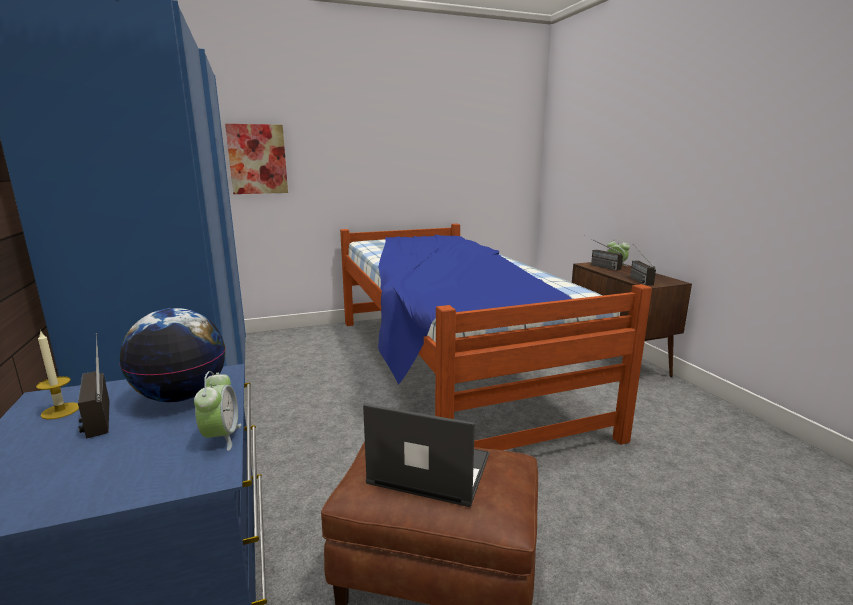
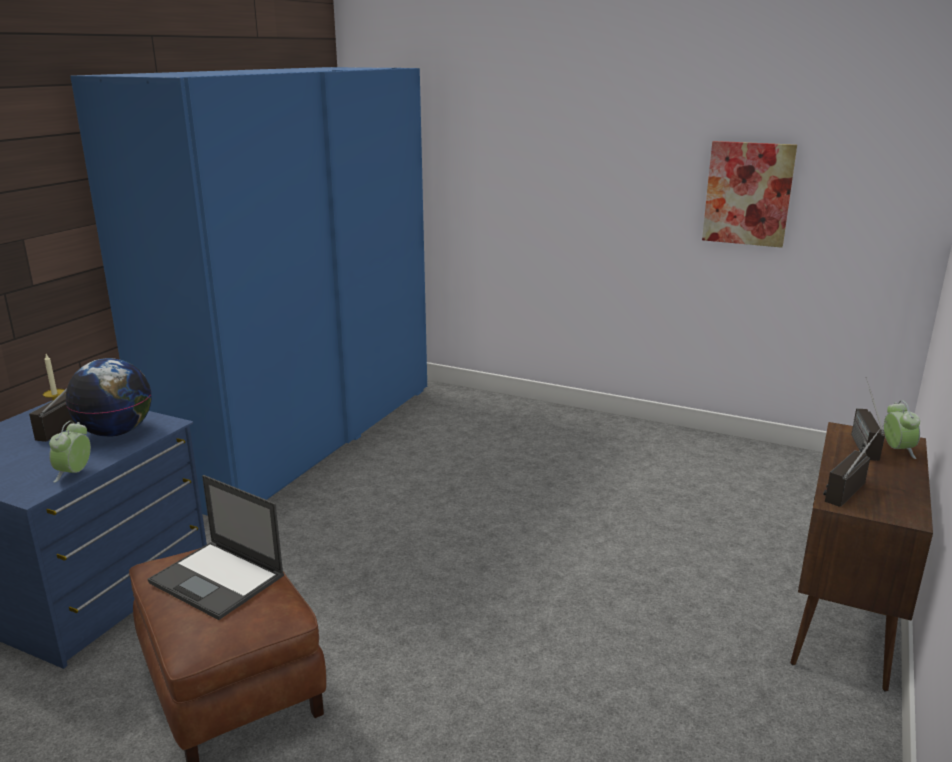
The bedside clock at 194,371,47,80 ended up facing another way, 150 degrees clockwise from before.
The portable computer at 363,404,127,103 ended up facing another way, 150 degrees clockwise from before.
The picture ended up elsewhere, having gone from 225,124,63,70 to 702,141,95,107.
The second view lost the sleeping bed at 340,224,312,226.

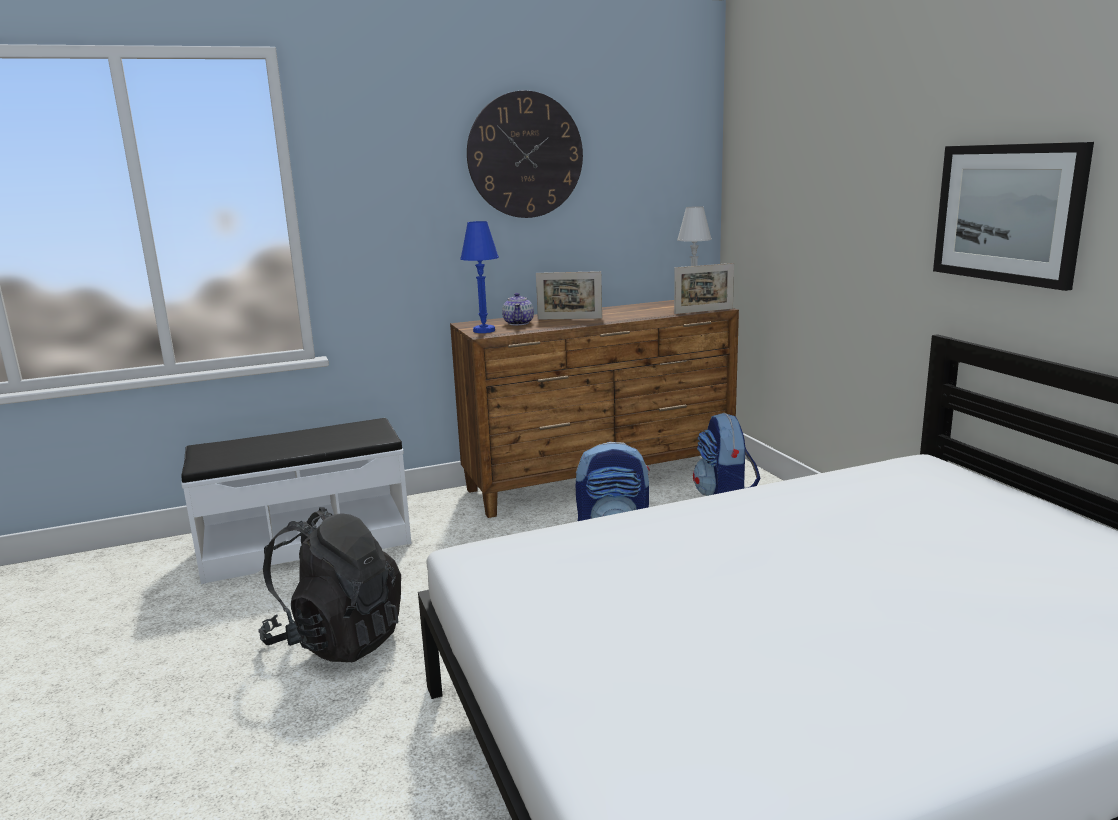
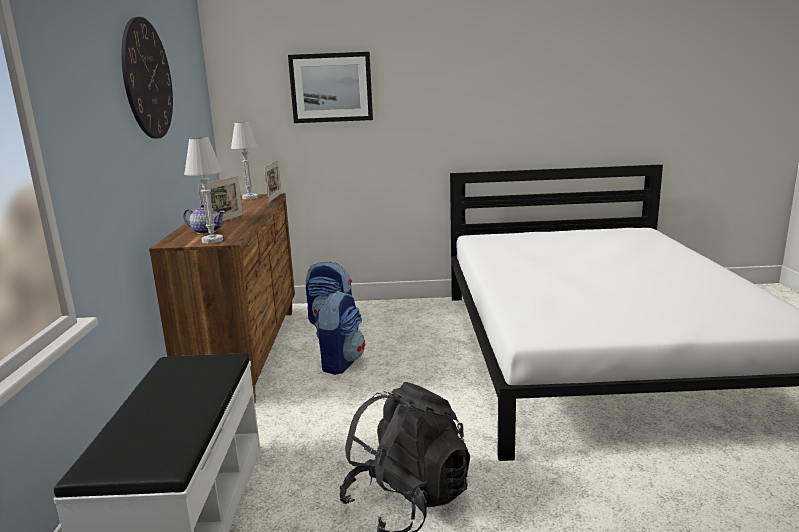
What was the bluish tabletop lamp at 460,221,39,112 turned into the whitish tabletop lamp at 184,137,39,106.
The picture ended up elsewhere, having gone from 933,142,161,149 to 288,52,85,71.

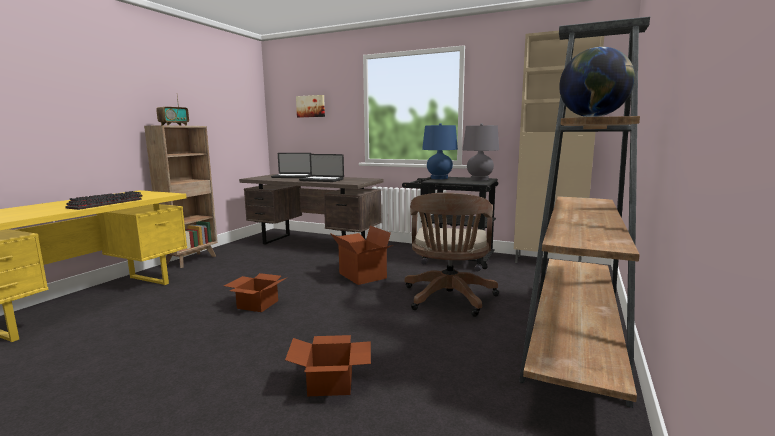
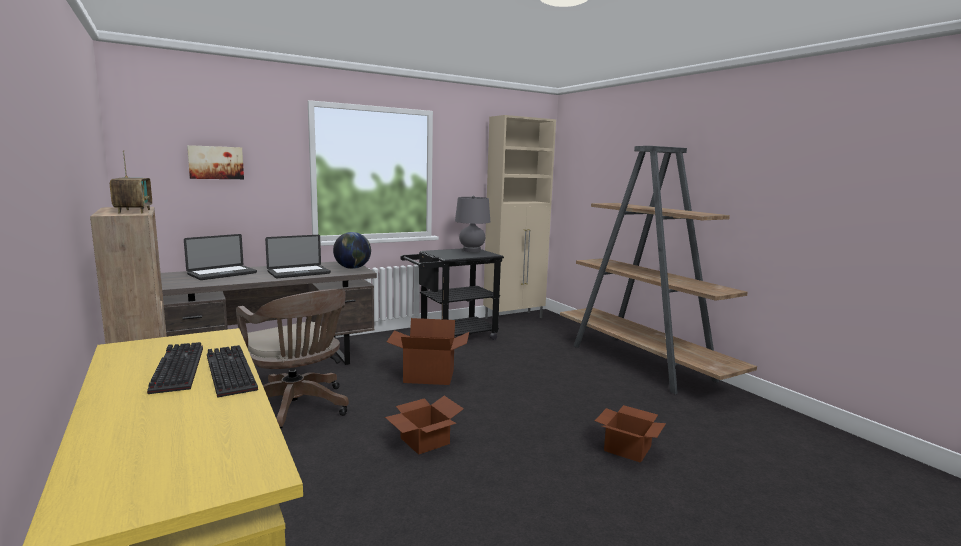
The brown office chair ended up elsewhere, having gone from 405,193,94,124 to 236,289,113,140.
The desk globe ended up elsewhere, having gone from 559,47,76,70 to 333,232,38,37.
The second view lost the bluish tabletop lamp at 422,123,36,56.

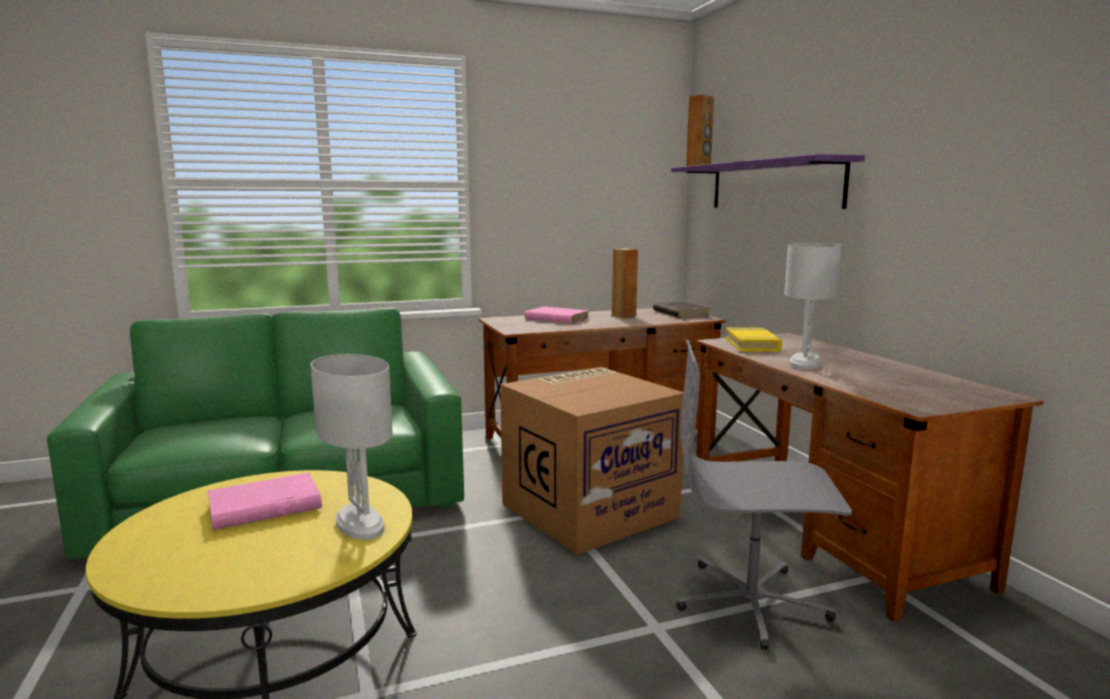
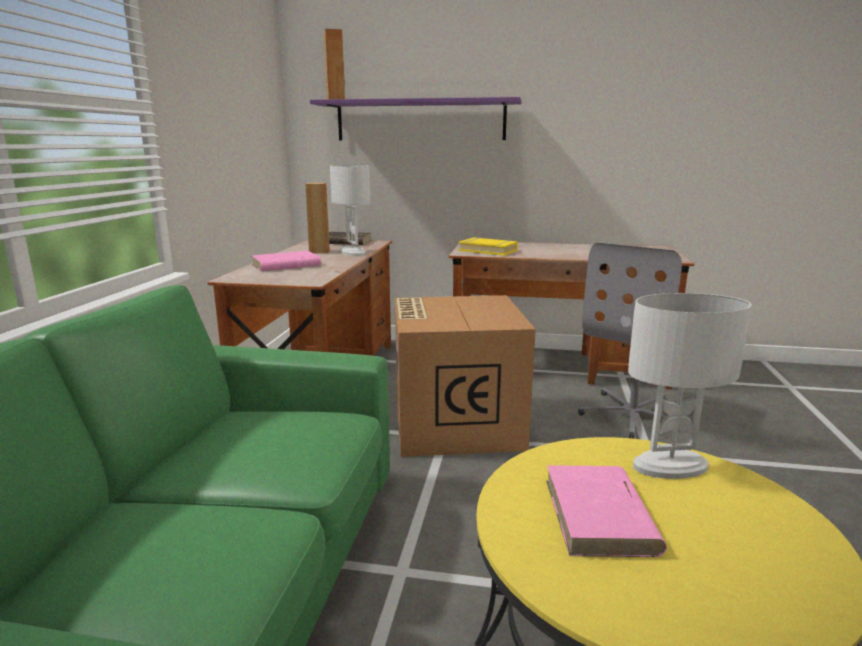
The whitish tabletop lamp ended up elsewhere, having gone from 785,243,56,126 to 330,165,40,91.

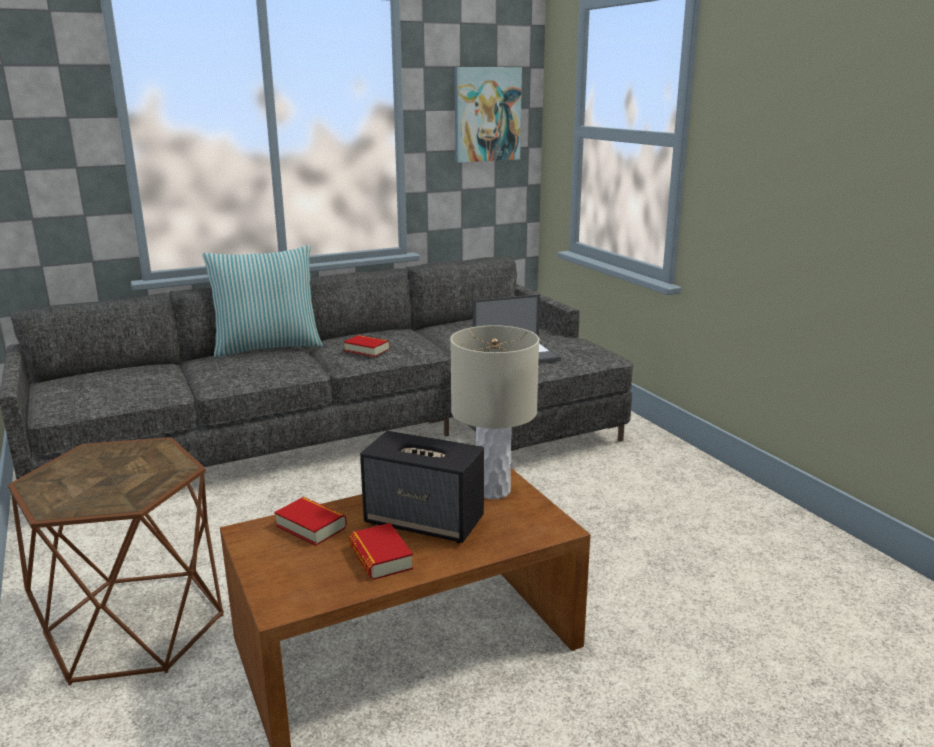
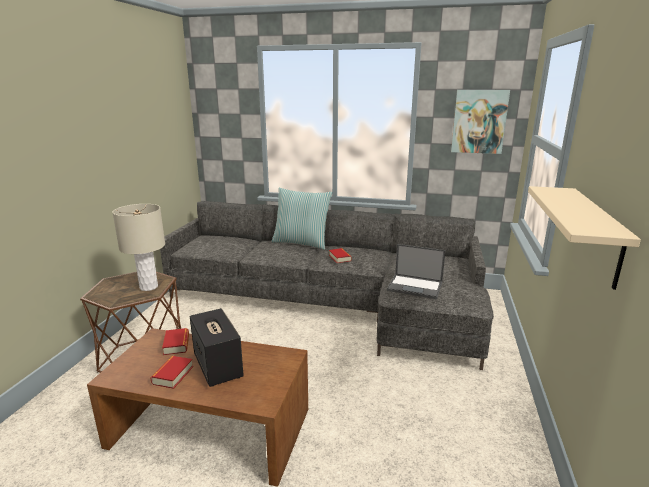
The beige-coloured tabletop lamp ended up elsewhere, having gone from 450,325,89,174 to 112,204,53,87.
The second view gained the beige-coloured shelf at 528,186,113,104.

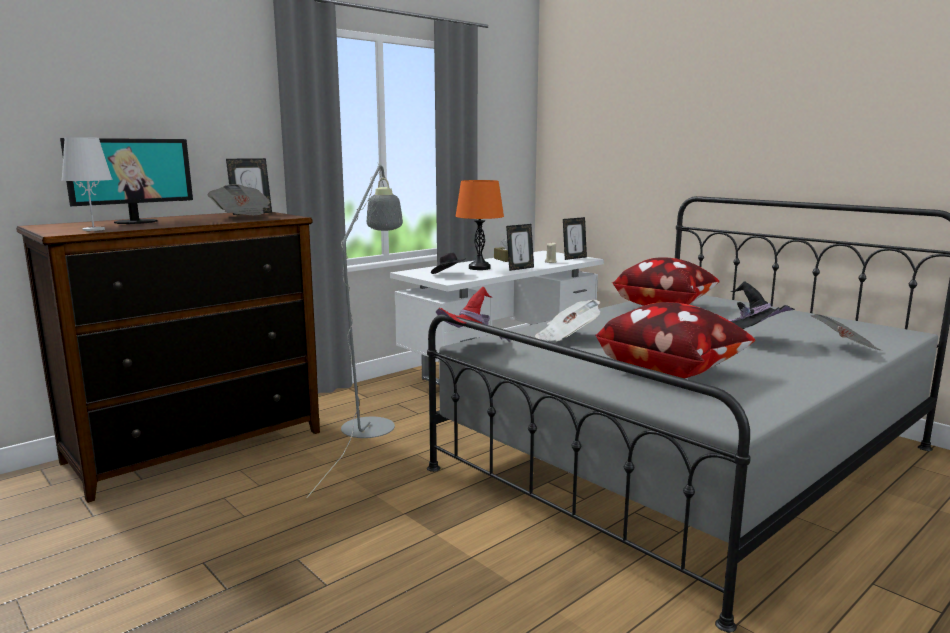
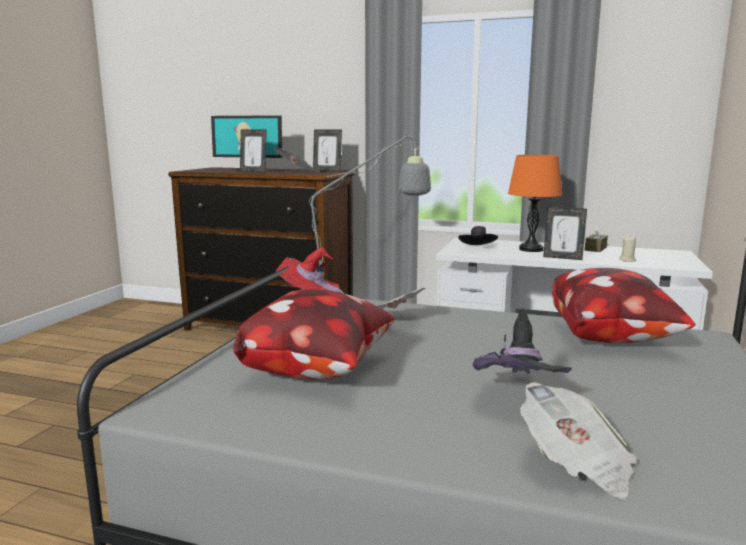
The picture frame ended up elsewhere, having gone from 563,217,24,43 to 240,129,27,44.
The second view lost the whitish tabletop lamp at 61,137,52,94.

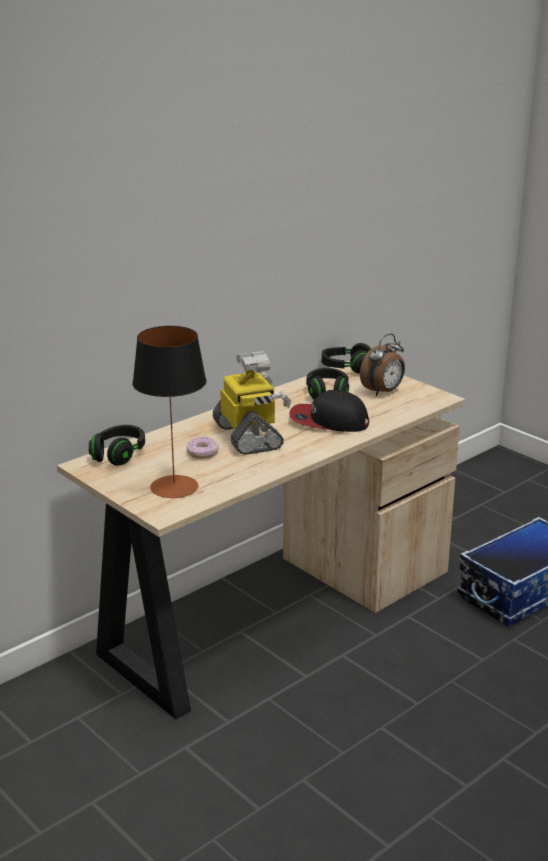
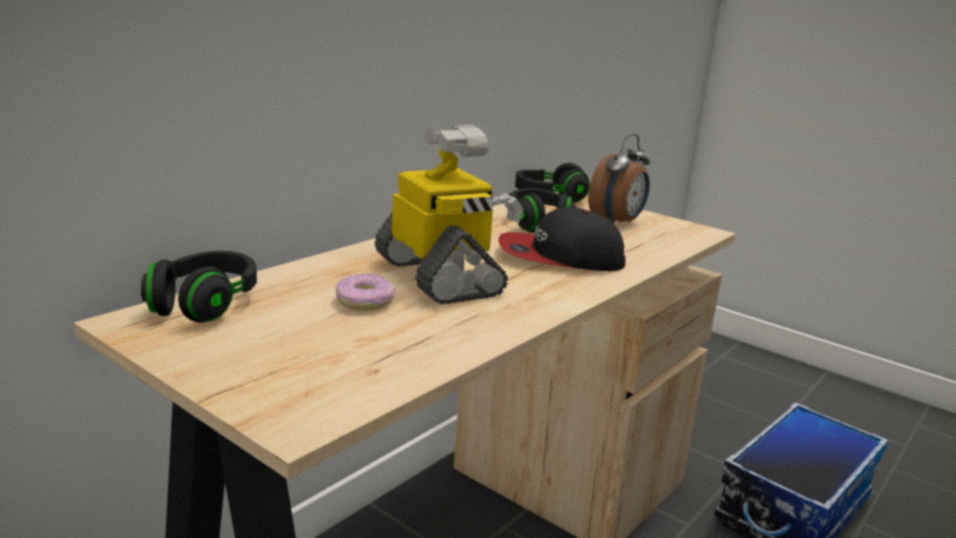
The second view lost the tabletop lamp at 132,326,75,172.

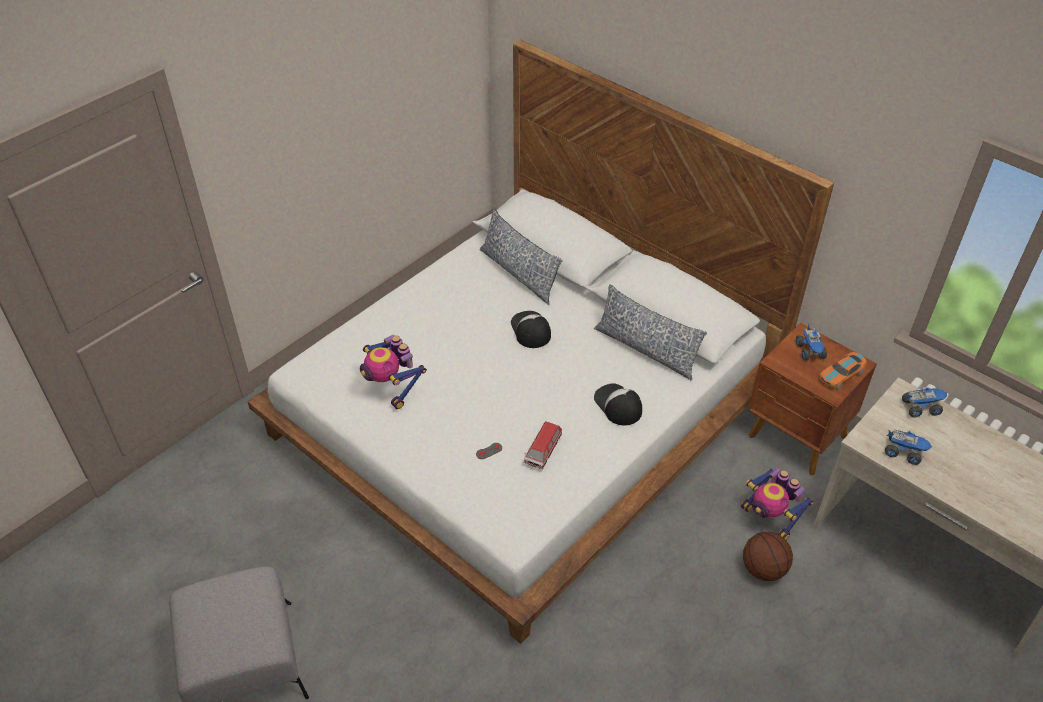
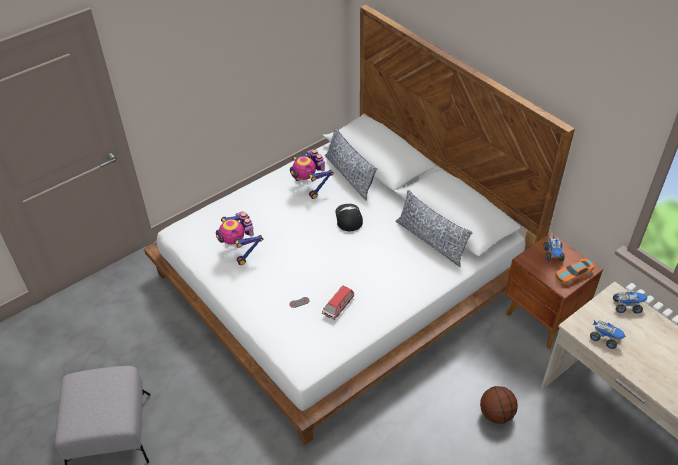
The model robot ended up elsewhere, having gone from 741,468,73,72 to 290,149,44,50.
The second view lost the cap at 594,383,48,42.

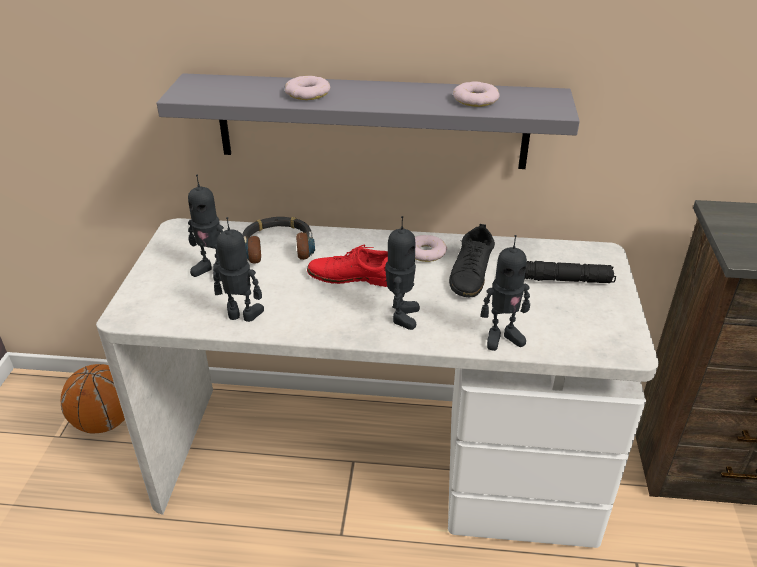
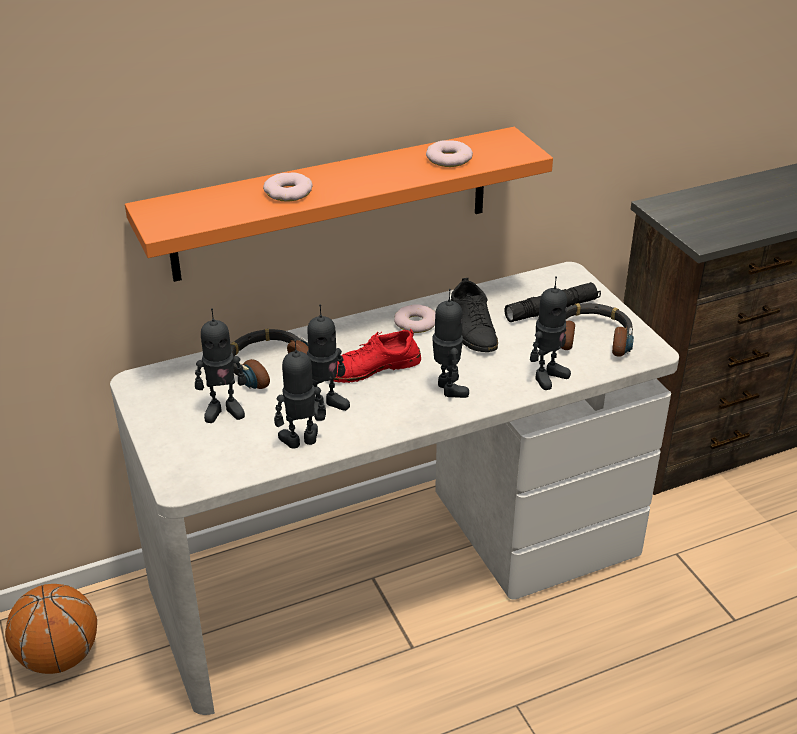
What was the greyish shelf at 157,73,423,96 turned into the orange shelf at 125,127,428,155.
The second view gained the model robot at 307,304,43,117.
The second view gained the headset at 561,303,73,54.

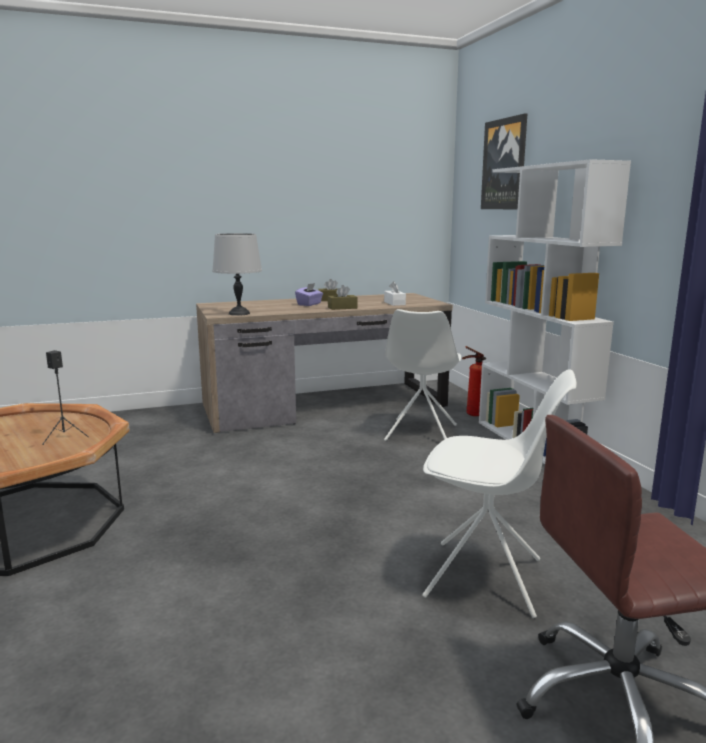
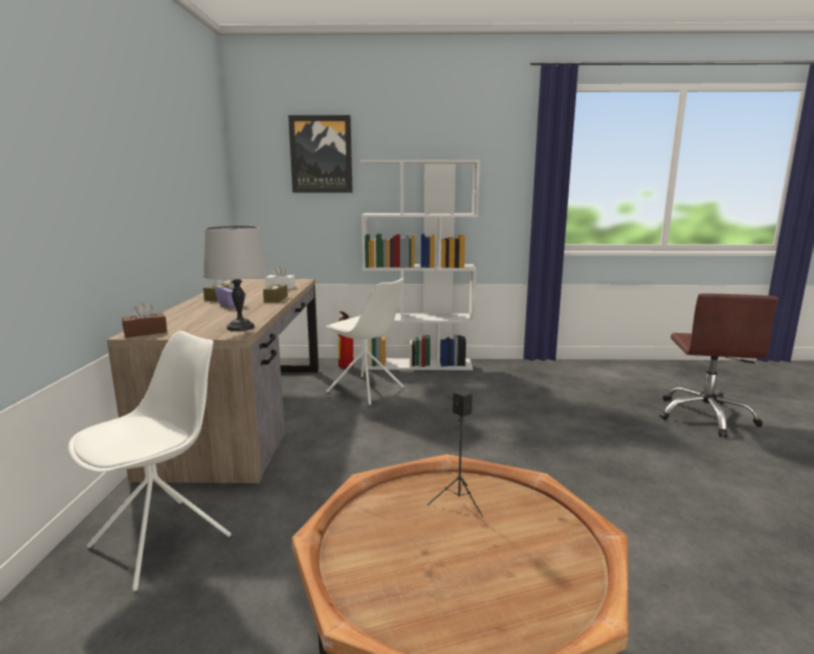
The whitish plain chair ended up elsewhere, having gone from 422,369,155,249 to 68,331,163,260.
The second view gained the brown tissue box at 122,301,45,36.

